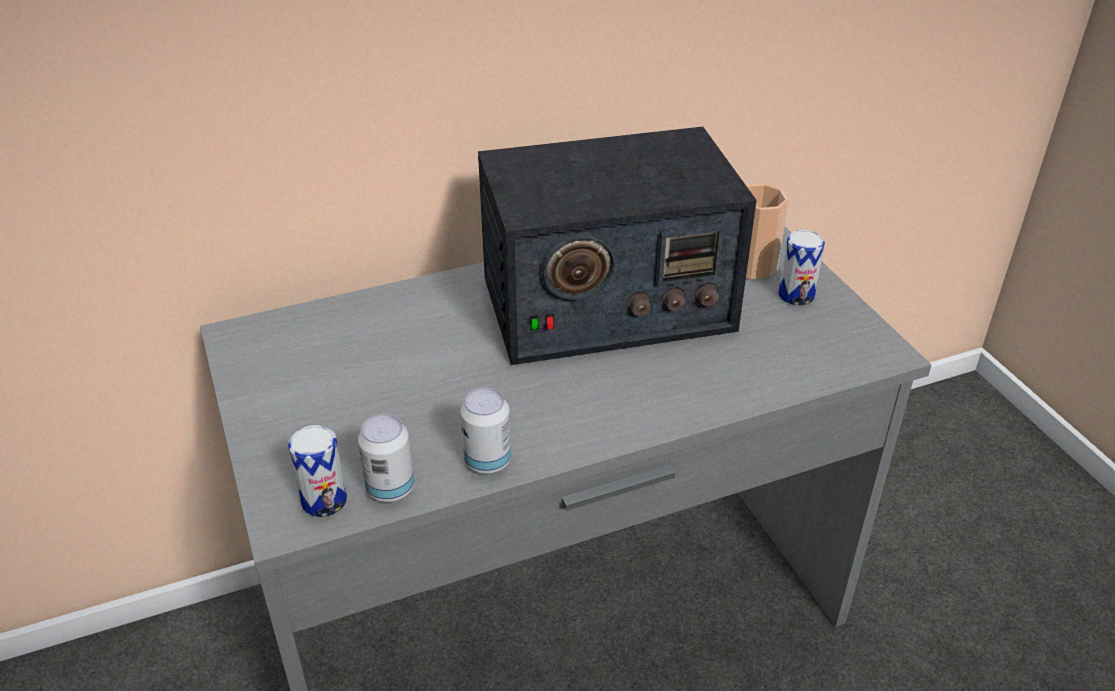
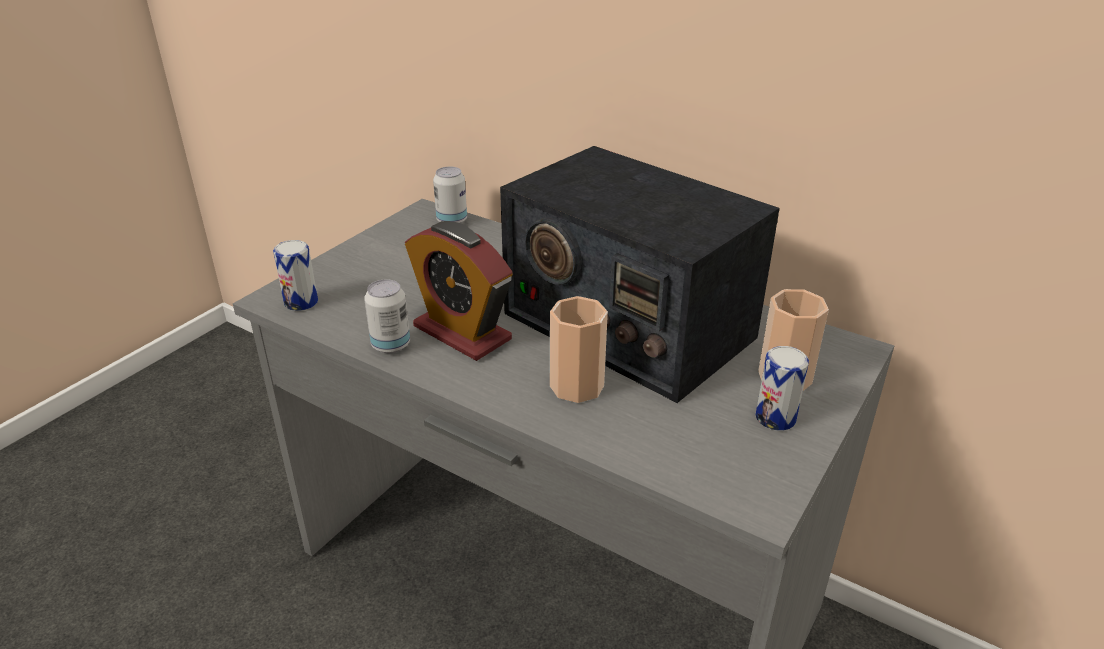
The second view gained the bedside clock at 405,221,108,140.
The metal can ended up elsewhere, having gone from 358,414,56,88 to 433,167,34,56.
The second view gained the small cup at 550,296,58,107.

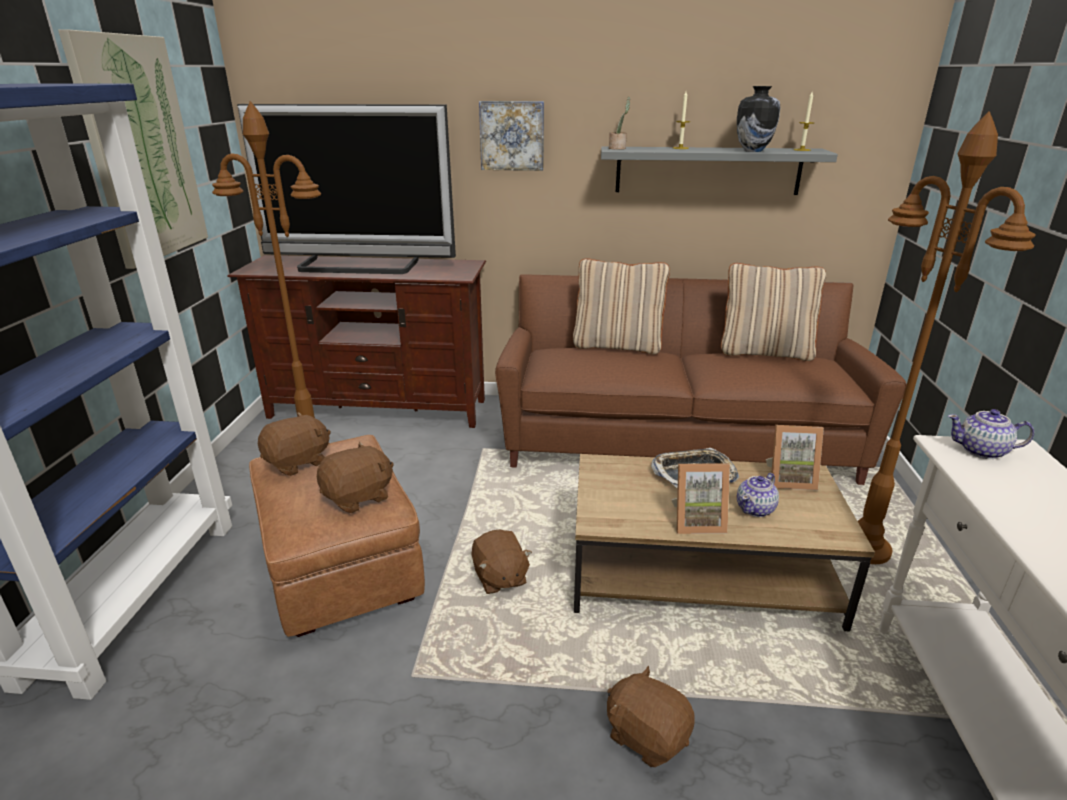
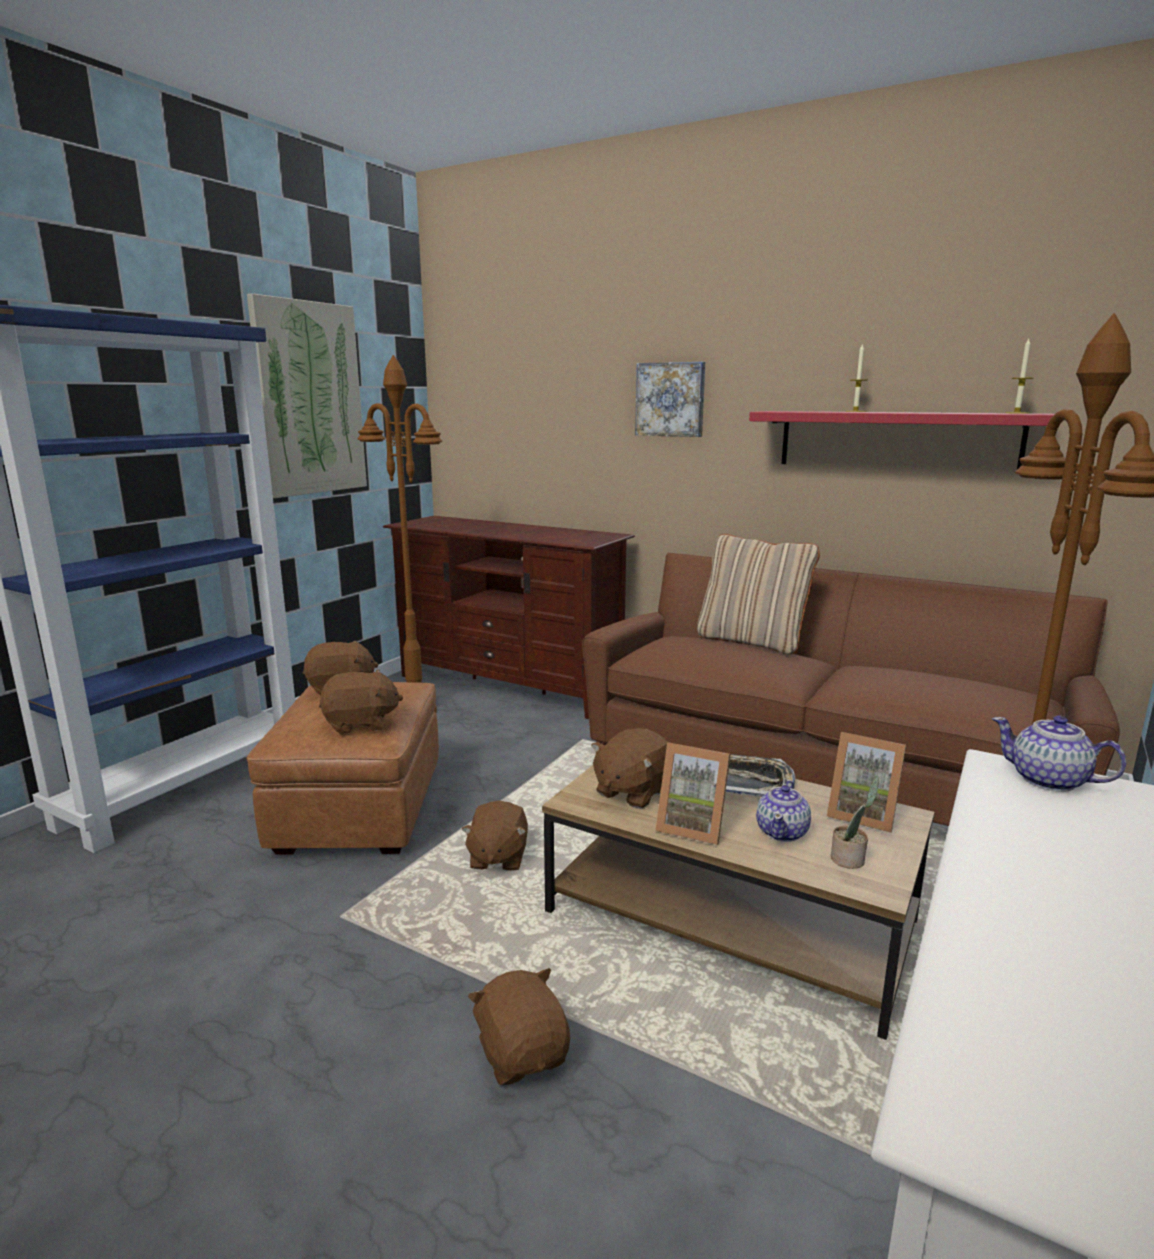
The second view gained the brown plush toy at 591,728,78,81.
What was the greyish shelf at 601,147,237,48 turned into the red-coloured shelf at 749,411,305,58.
The pot for tea at 737,473,42,44 ended up facing another way, 45 degrees counterclockwise from before.
The plant in a pot ended up elsewhere, having gone from 609,97,21,53 to 831,777,48,92.
The second view lost the television at 237,104,219,170.
The second view lost the beige-coloured cushion at 721,263,105,98.
The second view lost the flower vase at 737,86,43,66.

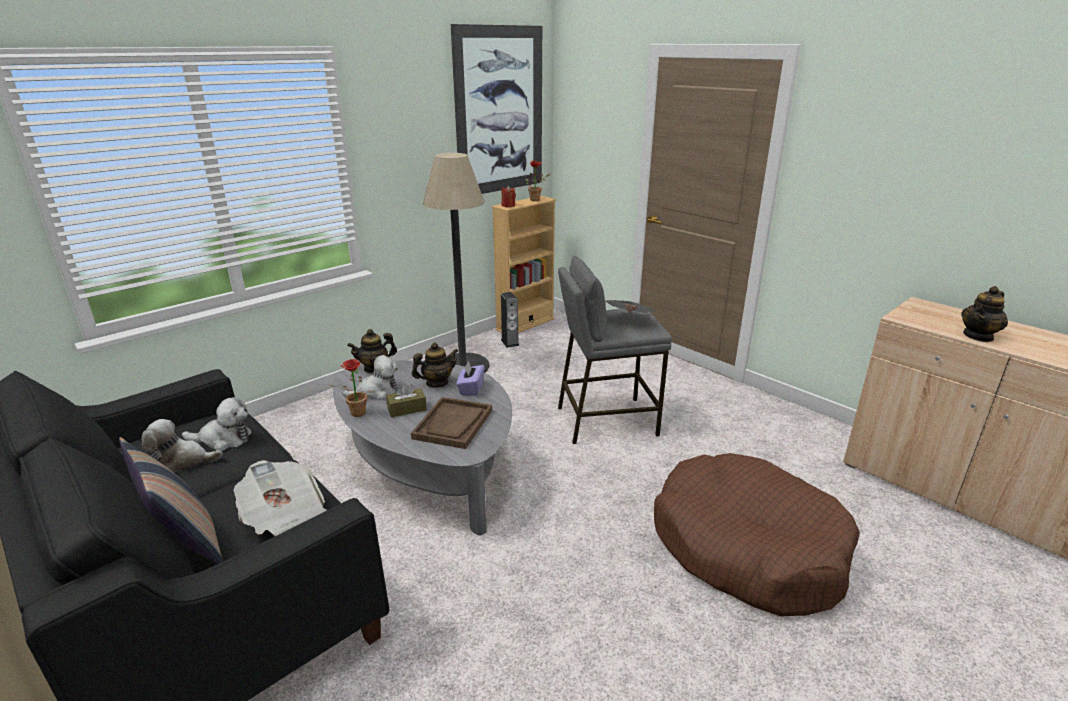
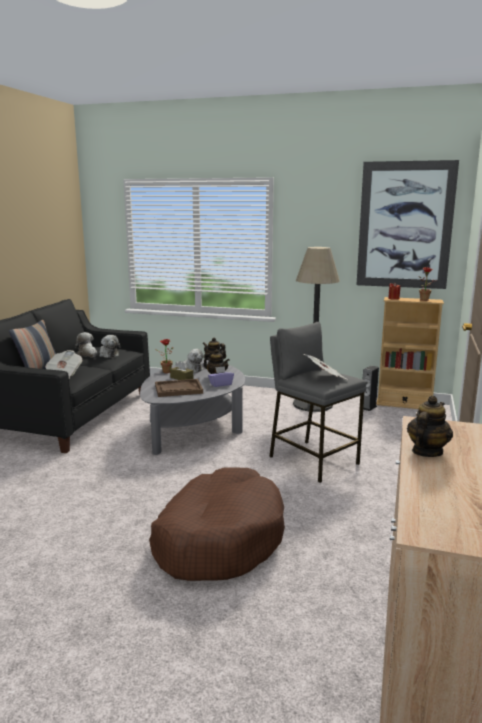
The pot for tea at 961,286,47,56 ended up facing another way, 105 degrees clockwise from before.

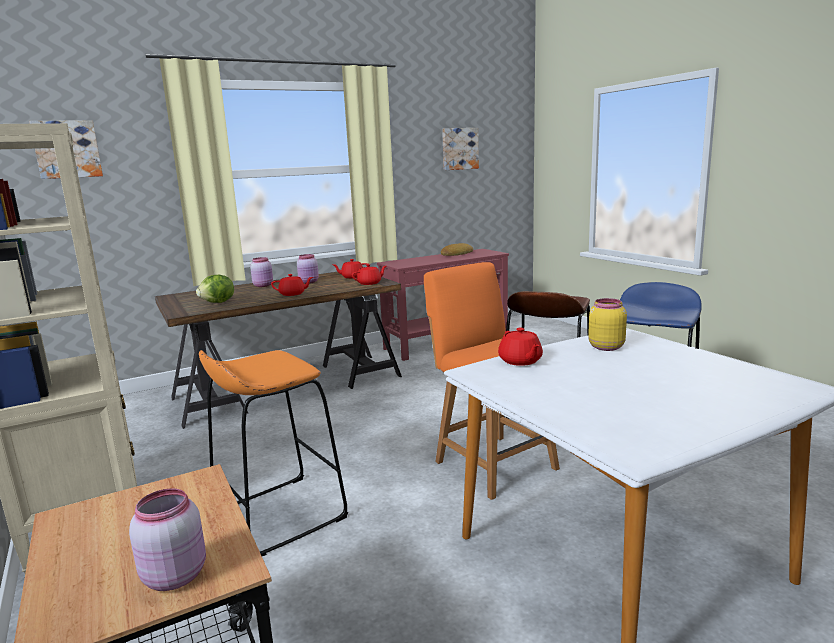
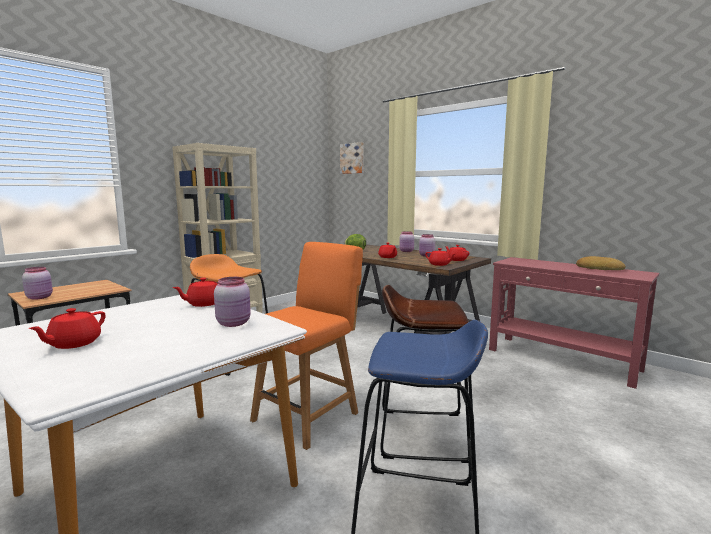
The second view gained the red-coloured pot for tea at 29,308,76,41.
What was the yellow-coloured jar at 588,298,39,53 turned into the pink jar at 214,277,37,50.
The second view lost the picture at 442,128,37,42.

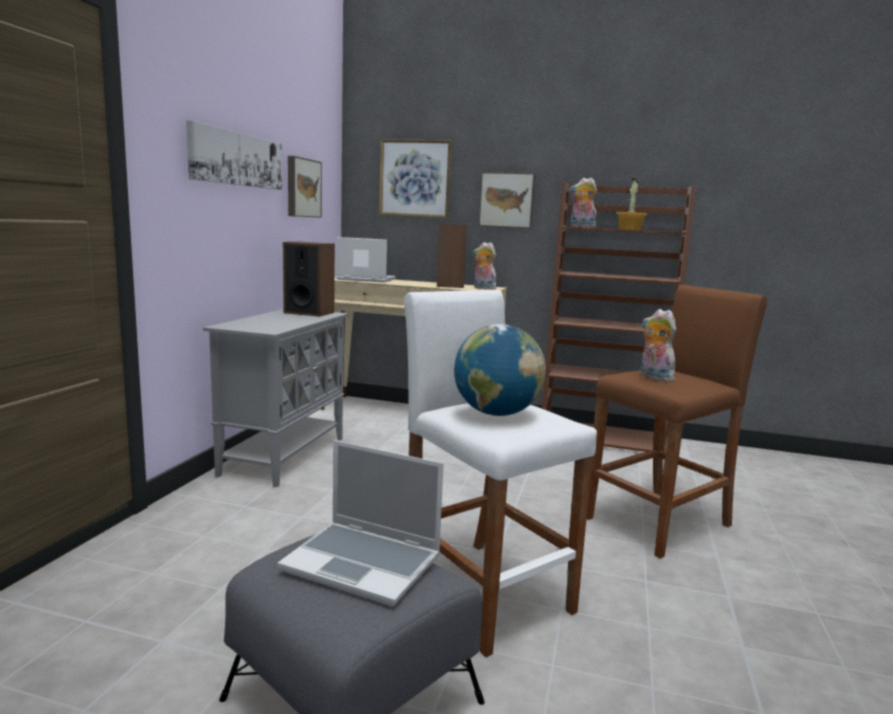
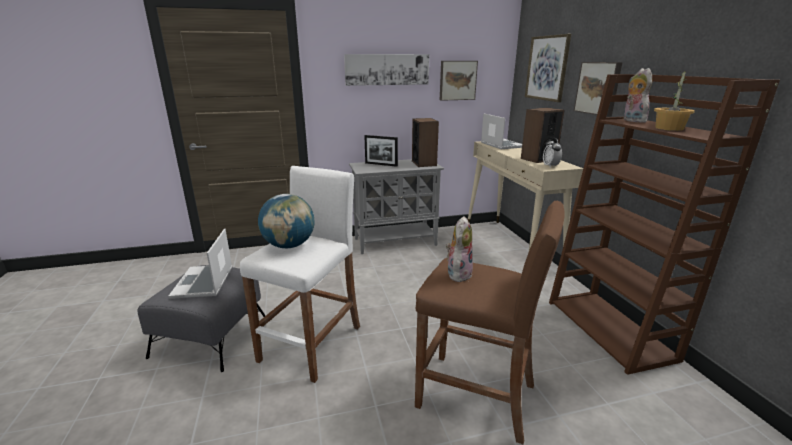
The second view gained the picture frame at 364,135,34,32.
Where the plush toy stood at 472,242,24,48, the bedside clock came to stand at 543,138,19,30.

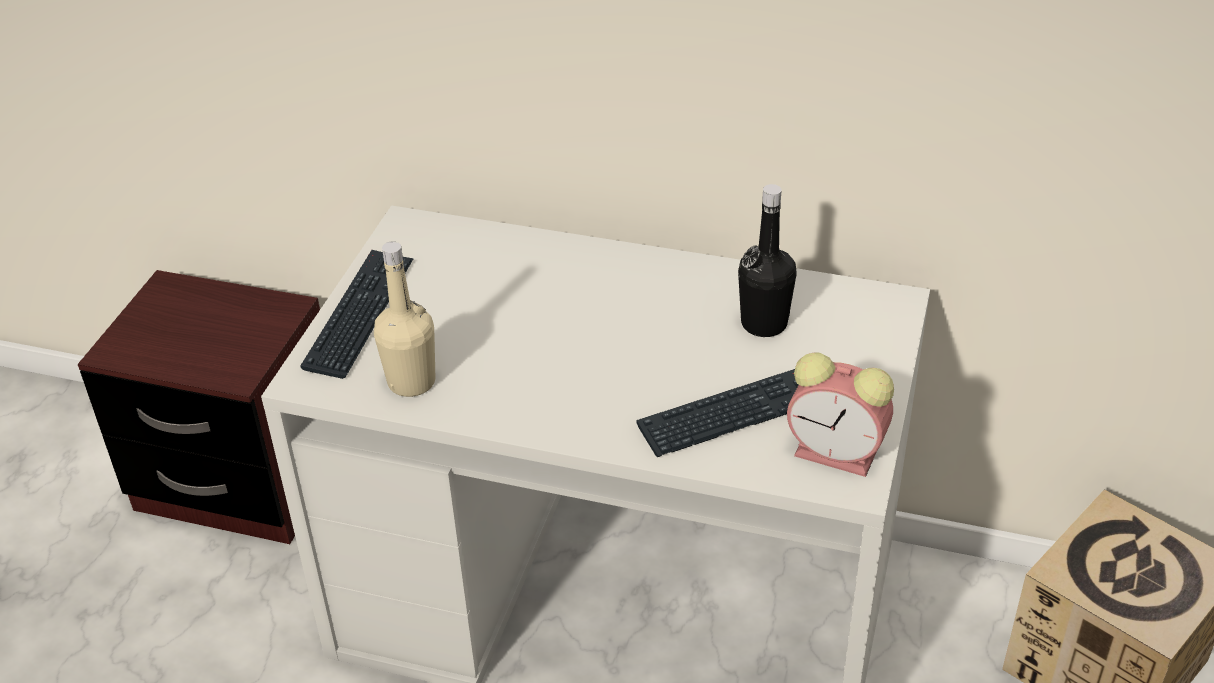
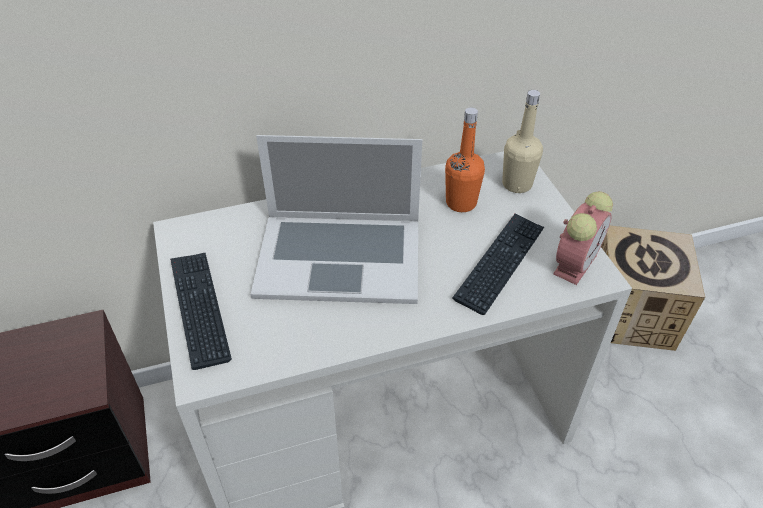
The second view gained the portable computer at 251,135,171,169.
What was the black-coloured drink bottle at 738,184,59,153 turned into the orange drink bottle at 445,107,40,105.
The beige-coloured drink bottle ended up elsewhere, having gone from 374,241,61,156 to 502,90,41,103.
The bedside clock at 787,352,107,125 ended up facing another way, 45 degrees counterclockwise from before.

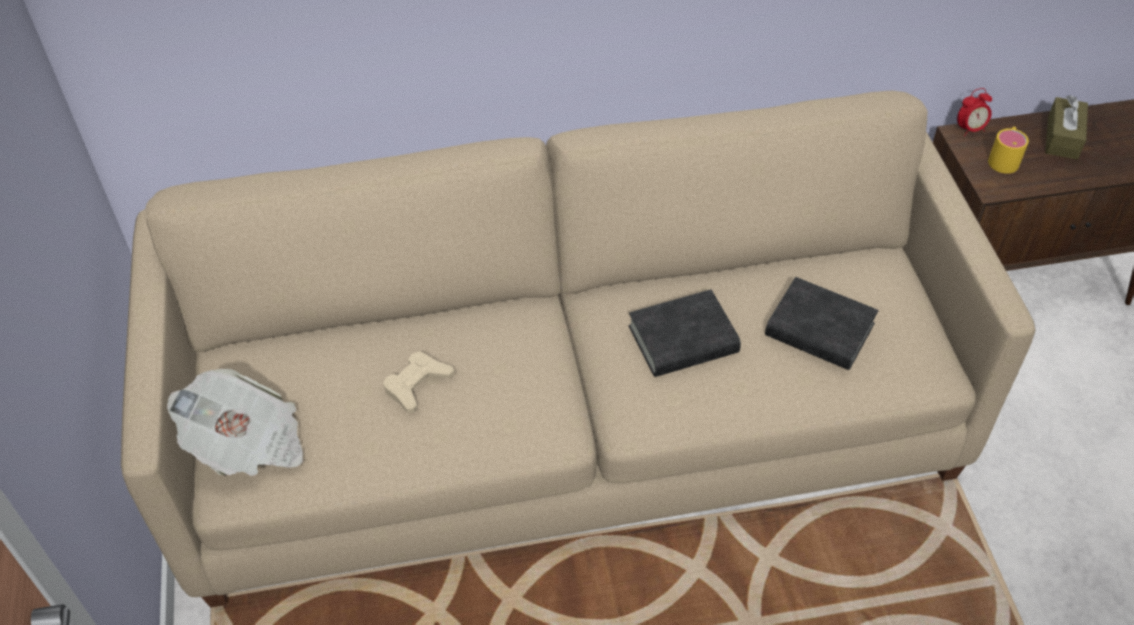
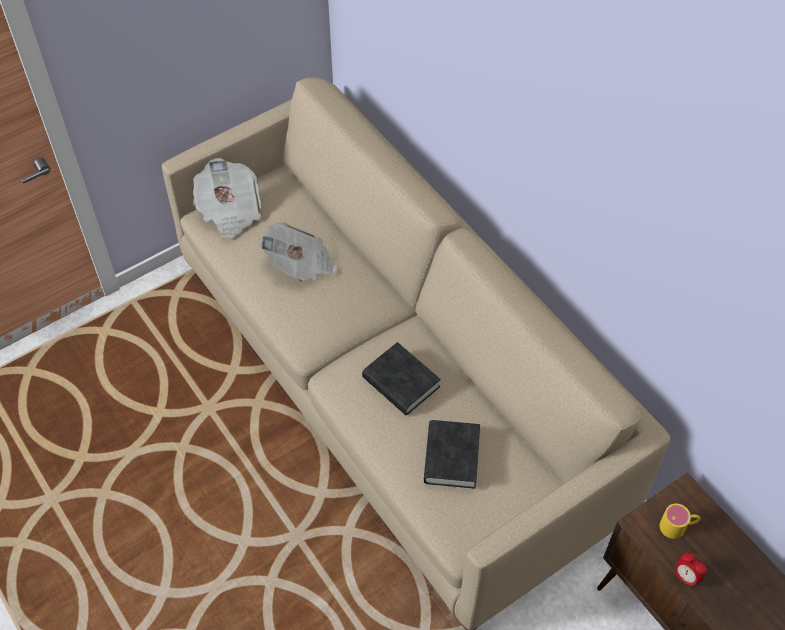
Where the beige-coloured game controller stood at 383,351,72,62, the daily paper came to stand at 258,222,80,60.
The bedside clock ended up elsewhere, having gone from 957,88,35,49 to 674,552,33,36.
The second view lost the brown tissue box at 1045,95,43,64.

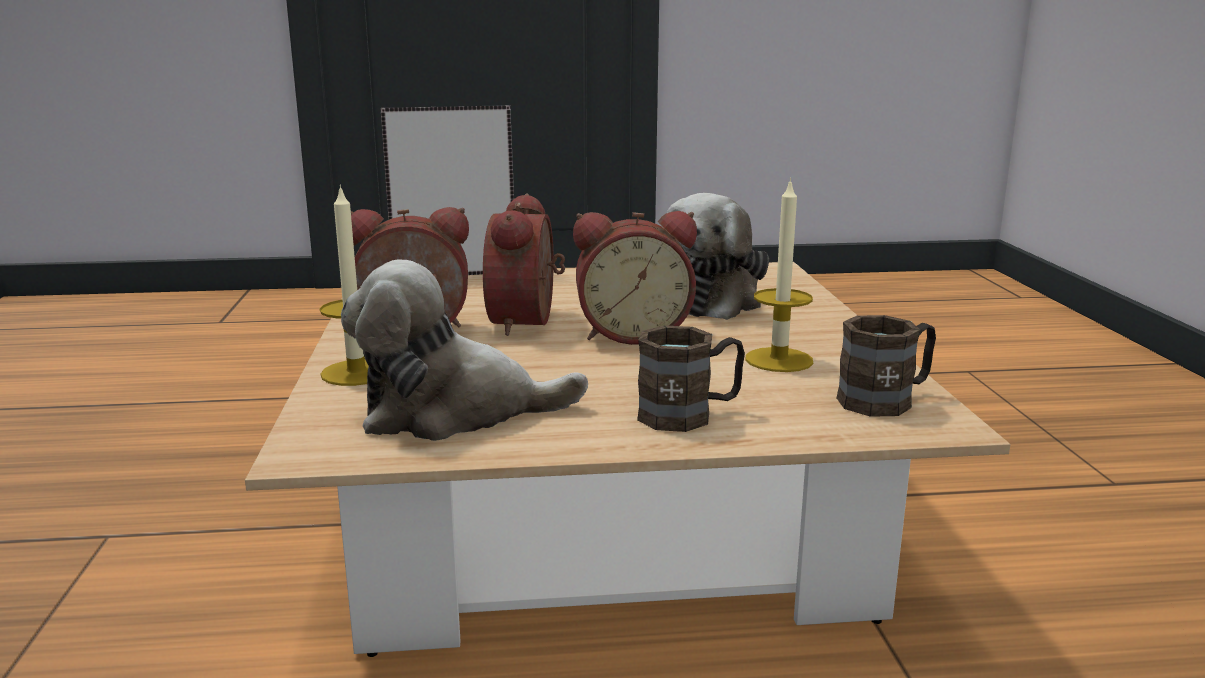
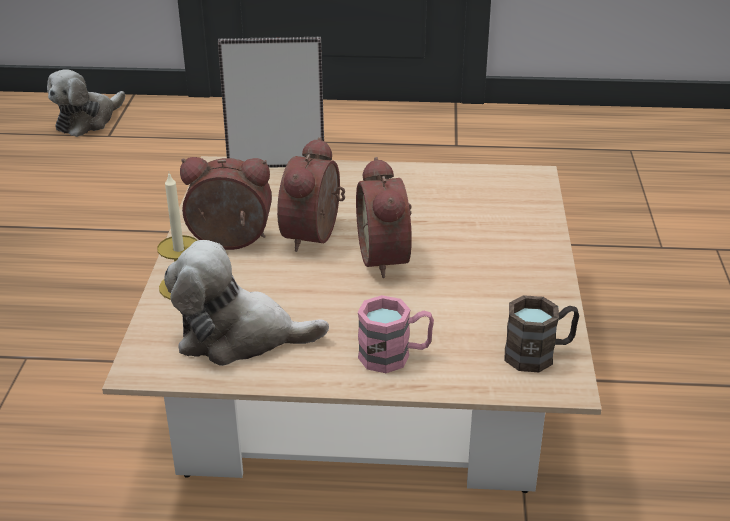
The plush toy ended up elsewhere, having gone from 667,193,102,127 to 47,69,79,68.
The bedside clock at 573,211,124,134 ended up facing another way, 75 degrees clockwise from before.
What was the brown tea mug at 637,325,108,107 turned into the pink tea mug at 358,295,76,78.
The second view lost the wax light at 746,178,67,194.

